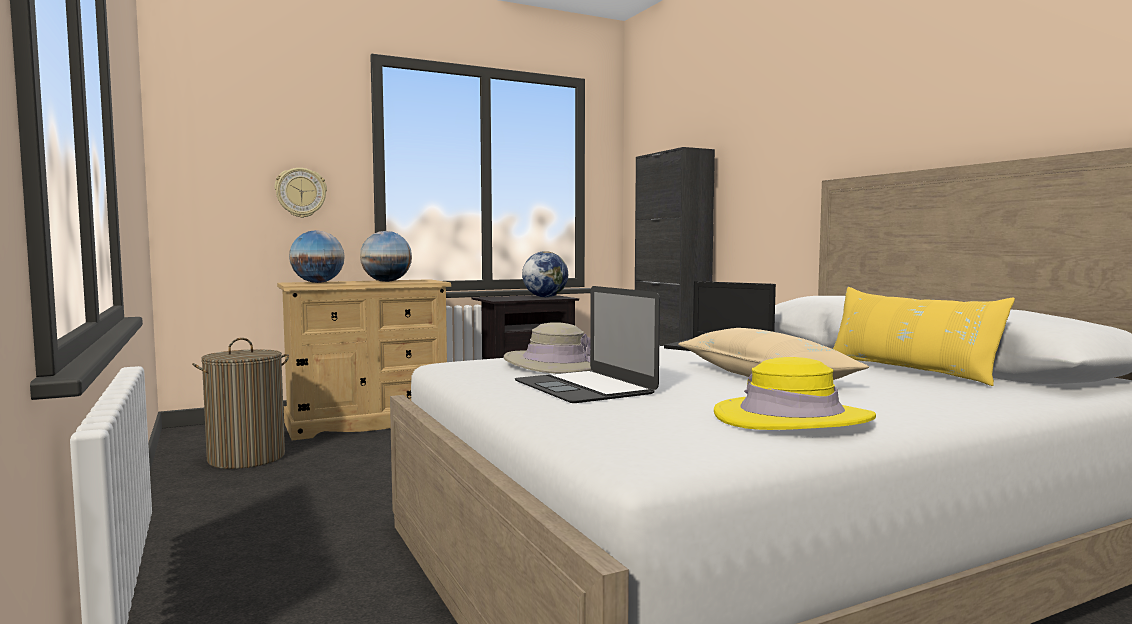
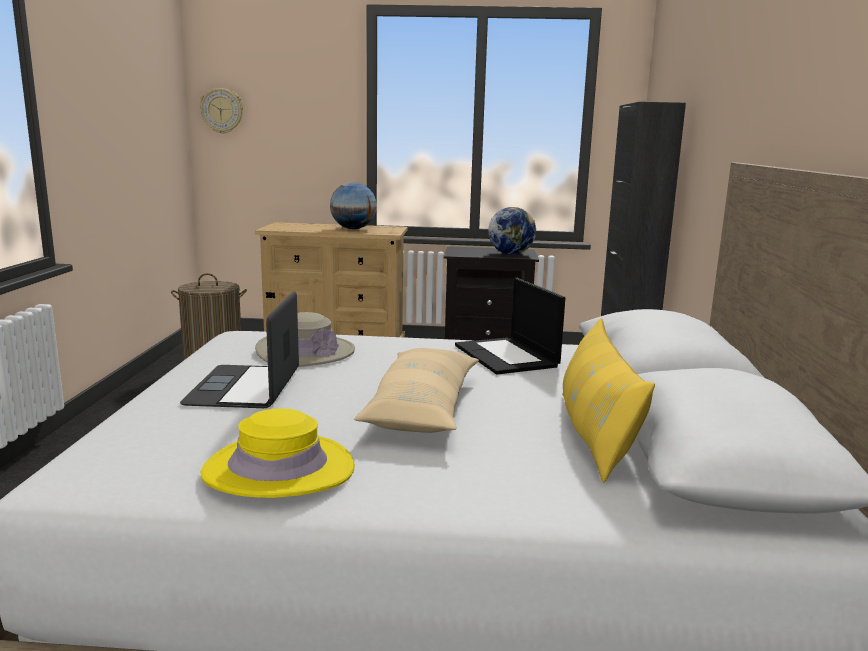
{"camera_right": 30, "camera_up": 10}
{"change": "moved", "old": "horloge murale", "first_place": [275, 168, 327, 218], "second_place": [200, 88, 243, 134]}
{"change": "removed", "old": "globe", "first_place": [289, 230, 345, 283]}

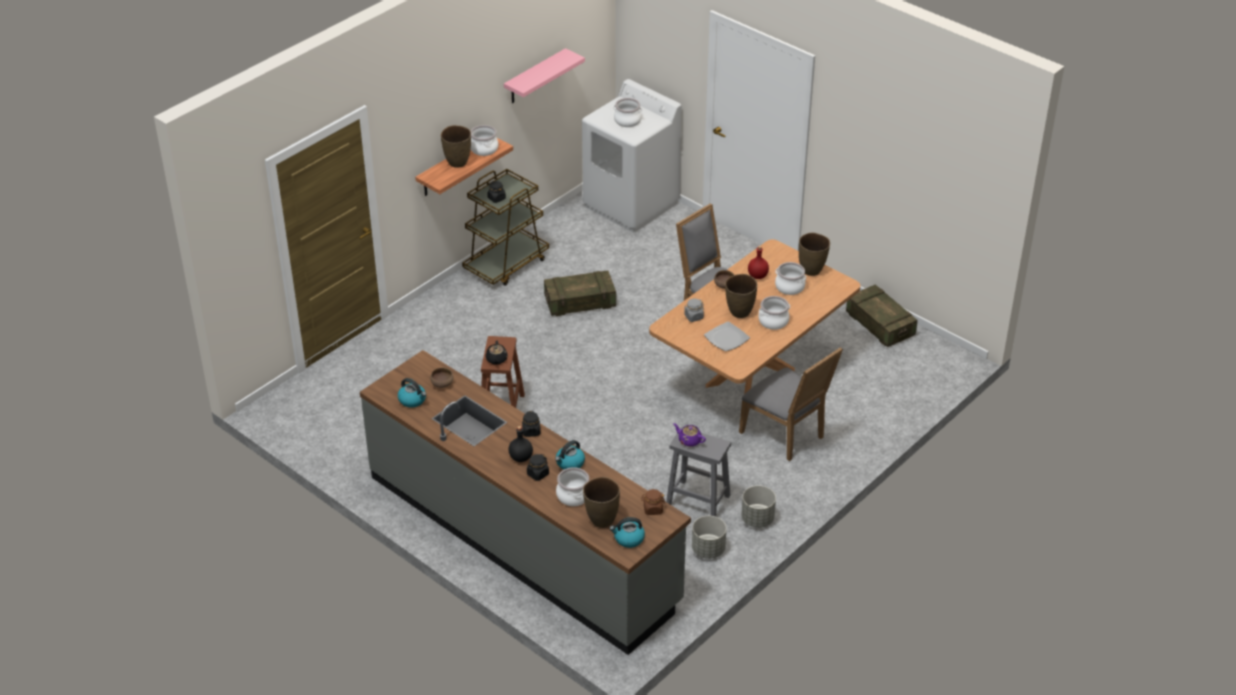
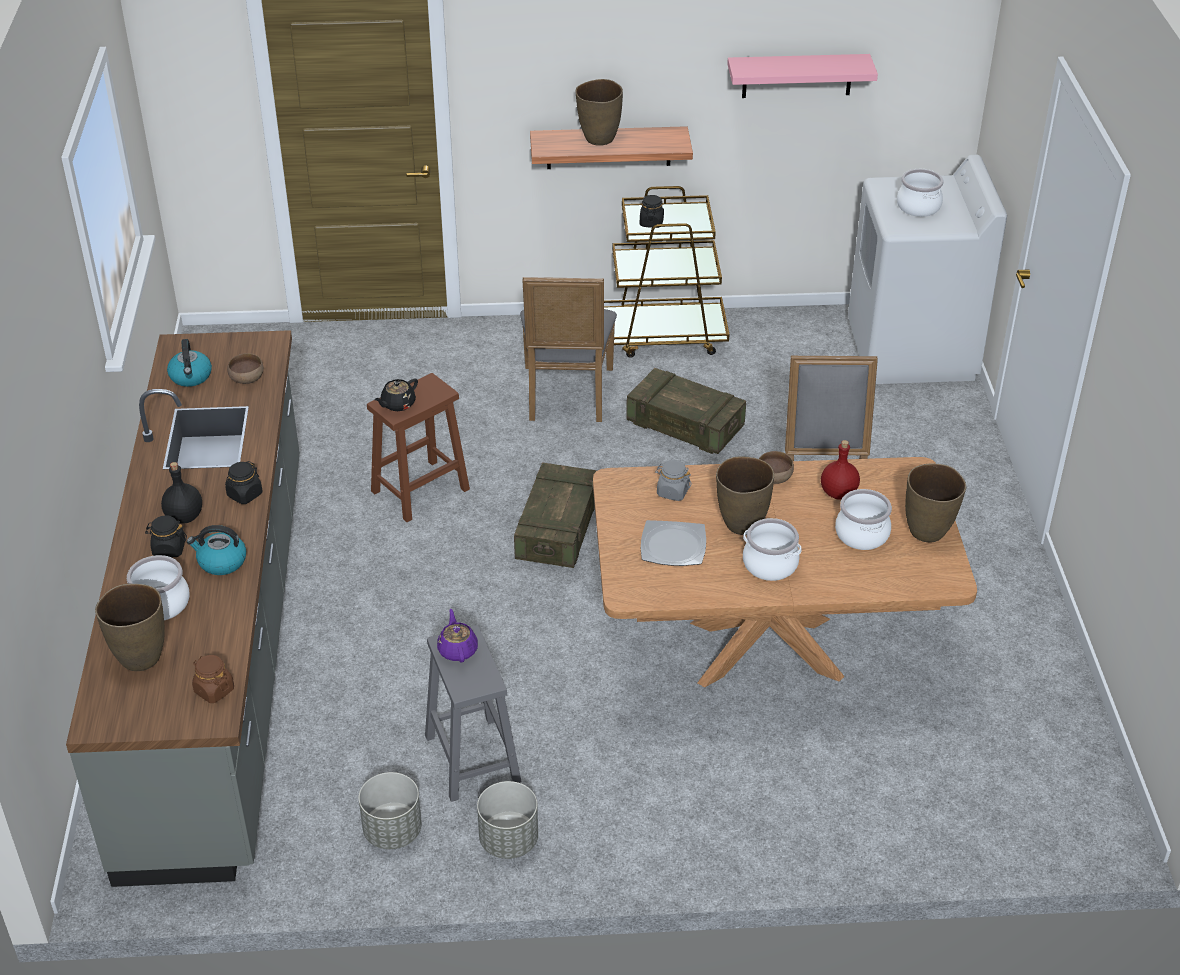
{"camera_right": 45, "camera_up": 0}
{"change": "removed", "old": "marmite", "first_place": [471, 125, 498, 156]}
{"change": "removed", "old": "bouilloire", "first_place": [610, 517, 645, 548]}
{"change": "moved", "old": "chaise [gris]", "first_place": [739, 347, 843, 461], "second_place": [520, 277, 617, 422]}
{"change": "moved", "old": "caisse", "first_place": [846, 285, 918, 347], "second_place": [514, 463, 598, 568]}

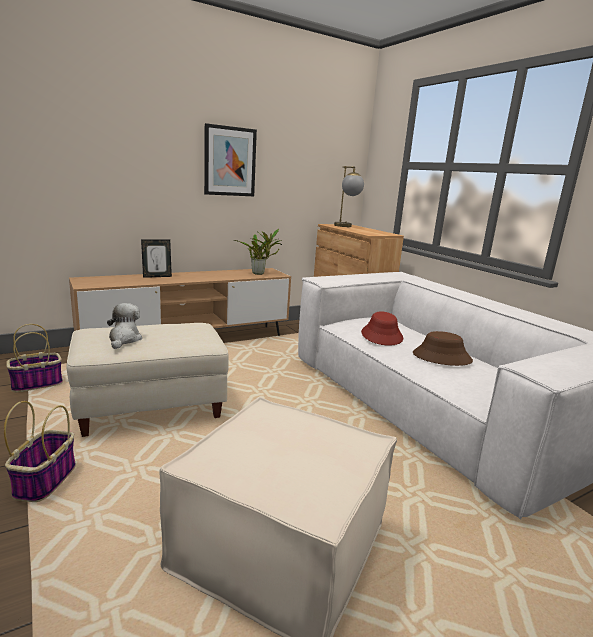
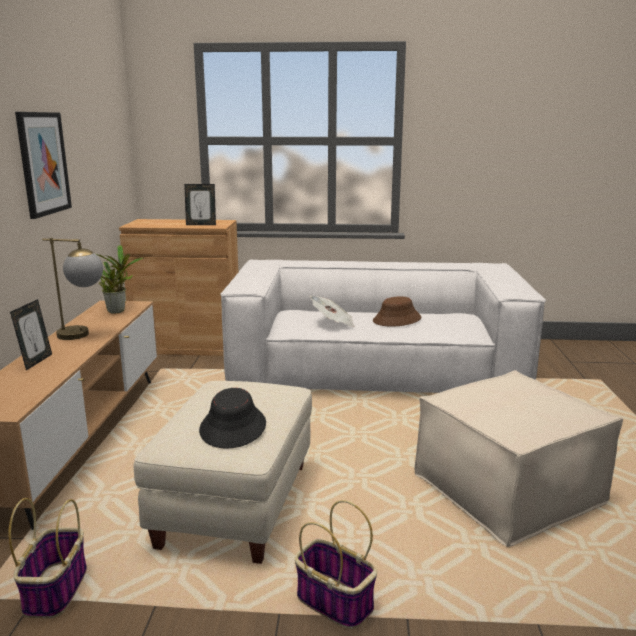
{"camera_right": -55, "camera_up": 0}
{"change": "replaced", "old": "peluche", "new": "chapeau [noir]", "first_place": [107, 303, 142, 349], "second_place": [199, 388, 266, 449]}
{"change": "moved", "old": "lampe de table", "first_place": [334, 166, 364, 227], "second_place": [42, 238, 103, 340]}
{"change": "replaced", "old": "chapeau [rouge]", "new": "journal", "first_place": [361, 312, 403, 346], "second_place": [310, 296, 355, 327]}
{"change": "added", "new": "cadre photo", "second_place": [184, 184, 216, 225]}

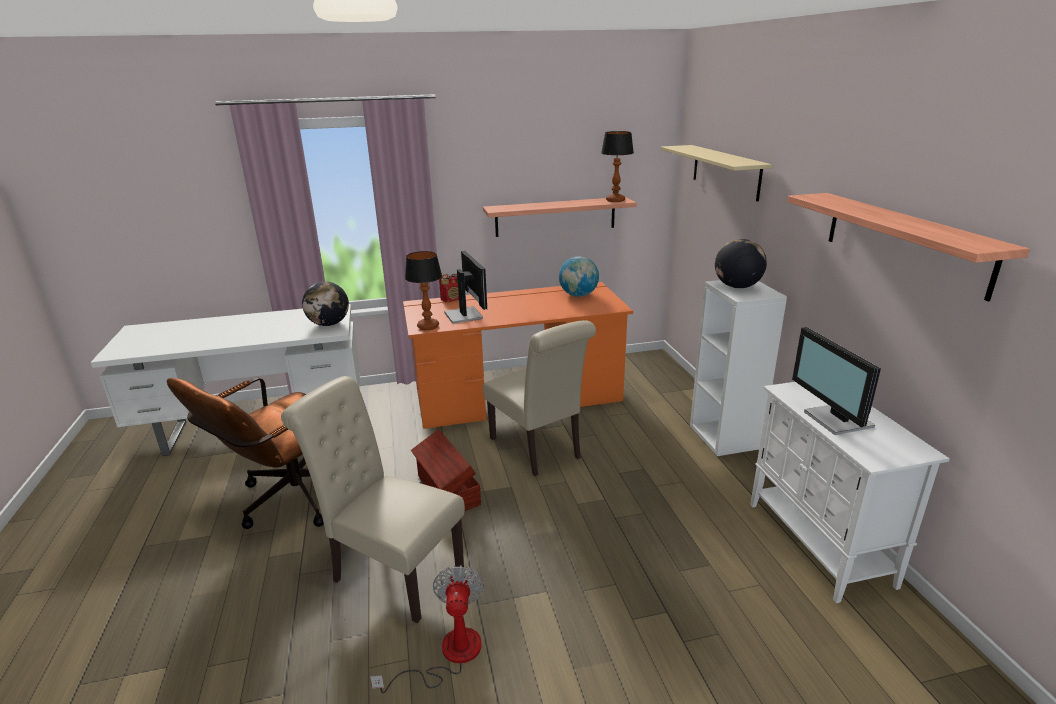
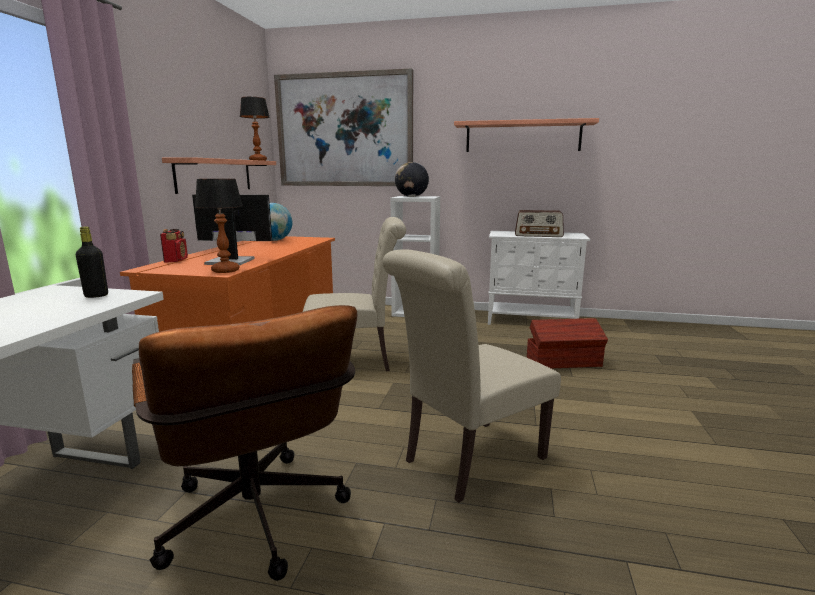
{"camera_right": -65, "camera_up": -10}
{"change": "replaced", "old": "globe", "new": "bouteille [noir]", "first_place": [302, 281, 349, 326], "second_place": [76, 227, 108, 298]}
{"change": "removed", "old": "ventilateur", "first_place": [370, 565, 484, 694]}
{"change": "moved", "old": "boîte de rangement [marron]", "first_place": [411, 429, 481, 511], "second_place": [527, 318, 608, 368]}
{"change": "replaced", "old": "étagère [beige]", "new": "tableau", "first_place": [661, 145, 772, 202], "second_place": [274, 68, 413, 186]}
{"change": "replaced", "old": "écran d'ordinateur", "new": "radio", "first_place": [792, 327, 881, 435], "second_place": [515, 210, 564, 237]}

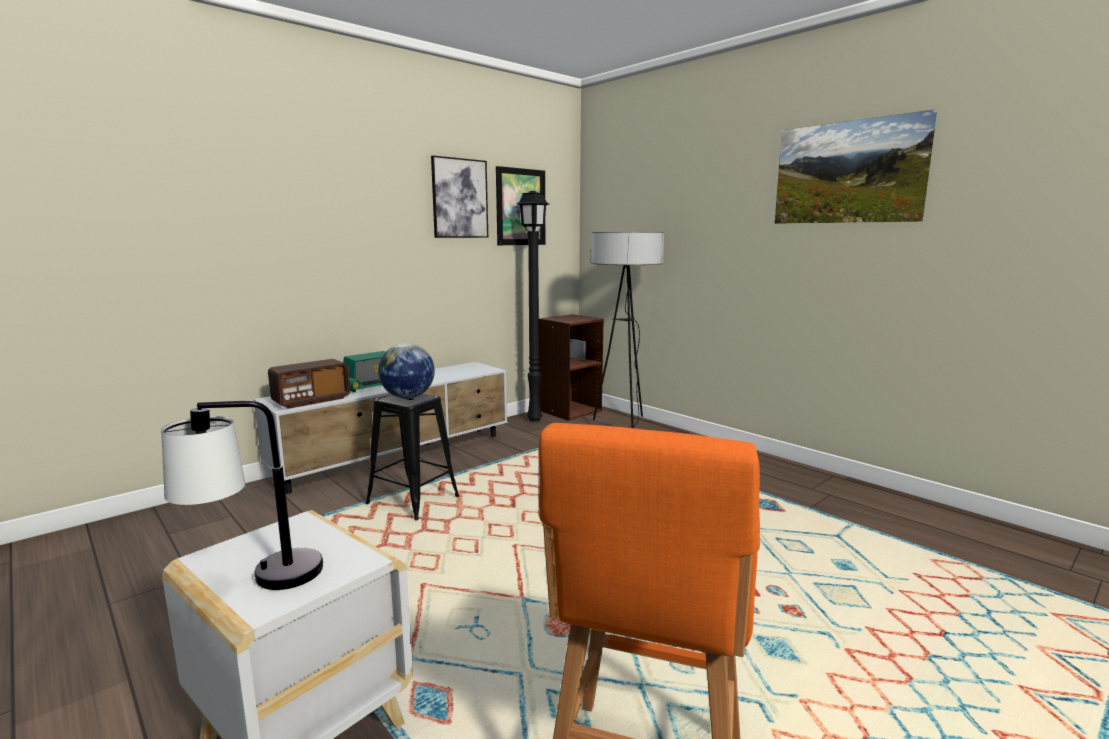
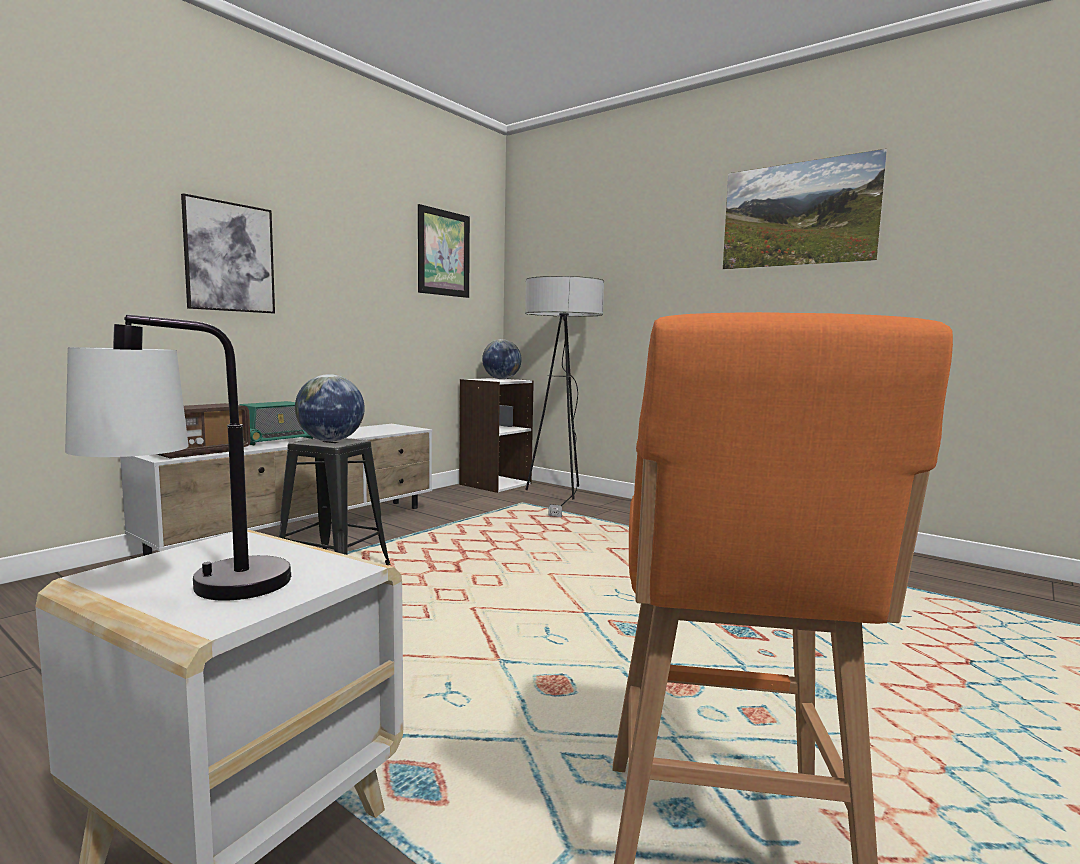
{"camera_right": -10, "camera_up": -5}
{"change": "moved", "old": "tableau", "first_place": [431, 156, 488, 238], "second_place": [181, 193, 275, 313]}
{"change": "removed", "old": "lampadaire [noir]", "first_place": [516, 191, 549, 422]}
{"change": "recoloured", "old": "bibliothèque [marron]", "new": "bibliothèque [blanc]", "first_place": [539, 314, 604, 421], "second_place": [459, 378, 534, 493]}
{"change": "added", "new": "globe", "second_place": [482, 339, 522, 379]}

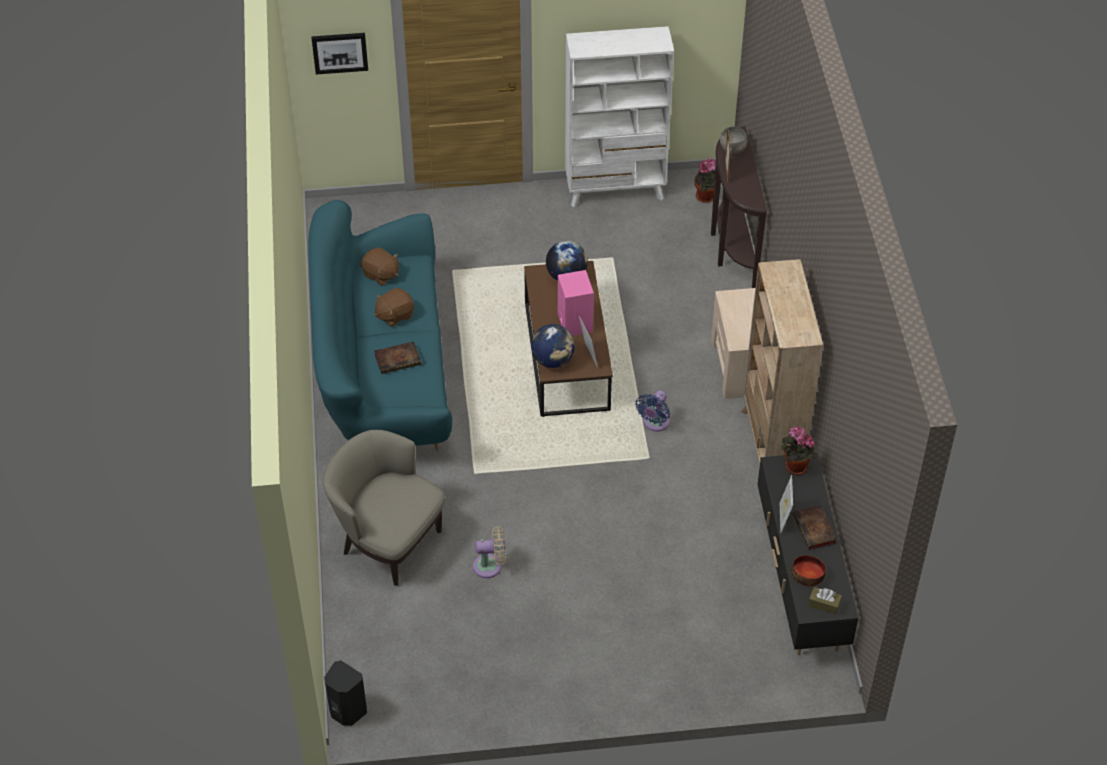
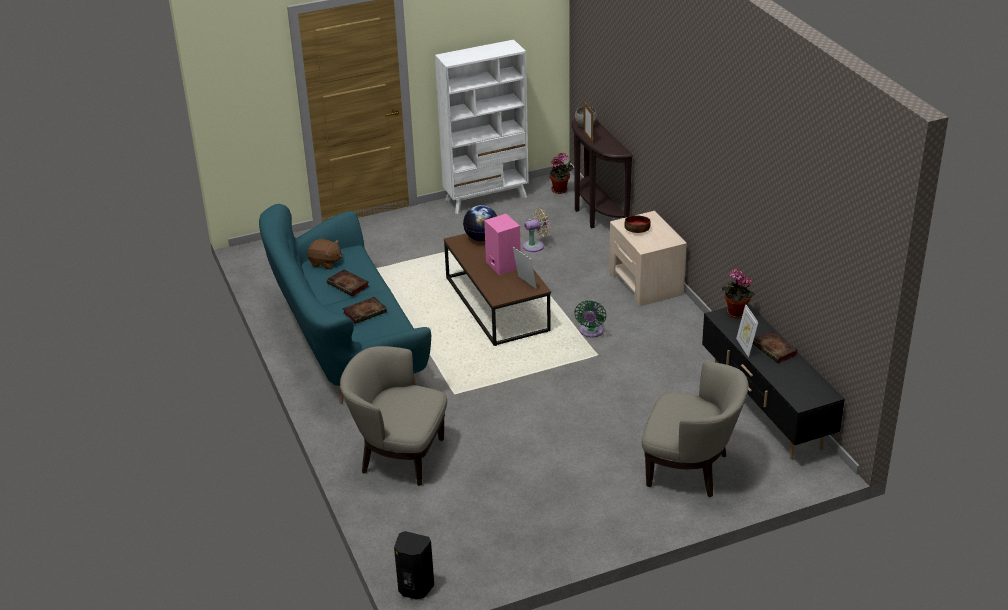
{"camera_right": -15, "camera_up": -15}
{"change": "removed", "old": "tableau", "first_place": [312, 33, 368, 75]}
{"change": "replaced", "old": "peluche [marron]", "new": "livre", "first_place": [375, 288, 414, 327], "second_place": [327, 269, 369, 296]}
{"change": "moved", "old": "ventilateur [beige]", "first_place": [473, 526, 506, 578], "second_place": [523, 209, 550, 252]}
{"change": "removed", "old": "globe", "first_place": [531, 324, 575, 368]}
{"change": "recoloured", "old": "ventilateur [bleu]", "new": "ventilateur [vert]", "first_place": [635, 390, 670, 431], "second_place": [574, 300, 606, 338]}
{"change": "removed", "old": "bibliothèque [beige]", "first_place": [741, 259, 823, 465]}
{"change": "moved", "old": "bol", "first_place": [791, 555, 826, 586], "second_place": [624, 215, 650, 233]}
{"change": "removed", "old": "boîte à mouchoirs [marron]", "first_place": [808, 587, 842, 615]}
{"change": "added", "new": "fauteuil [beige]", "second_place": [642, 361, 749, 497]}

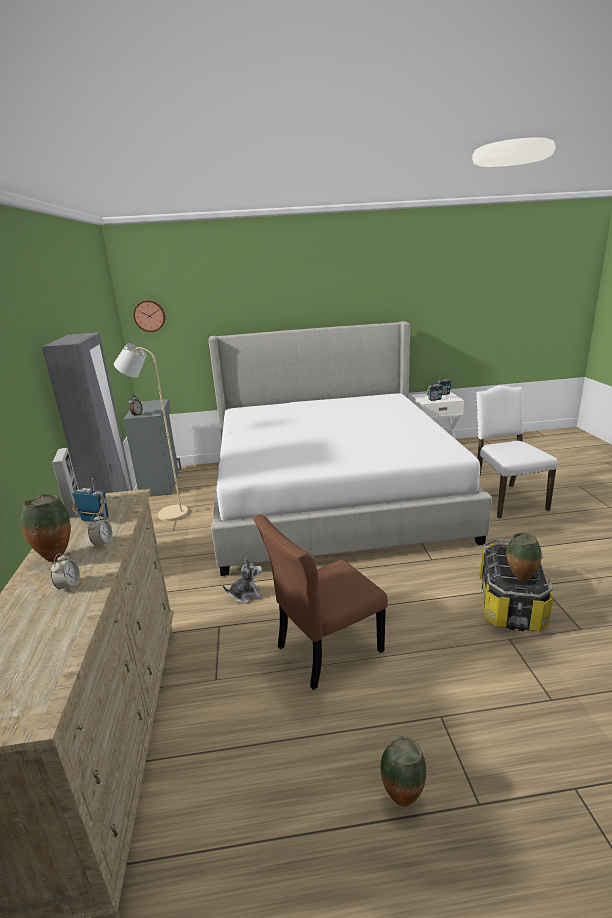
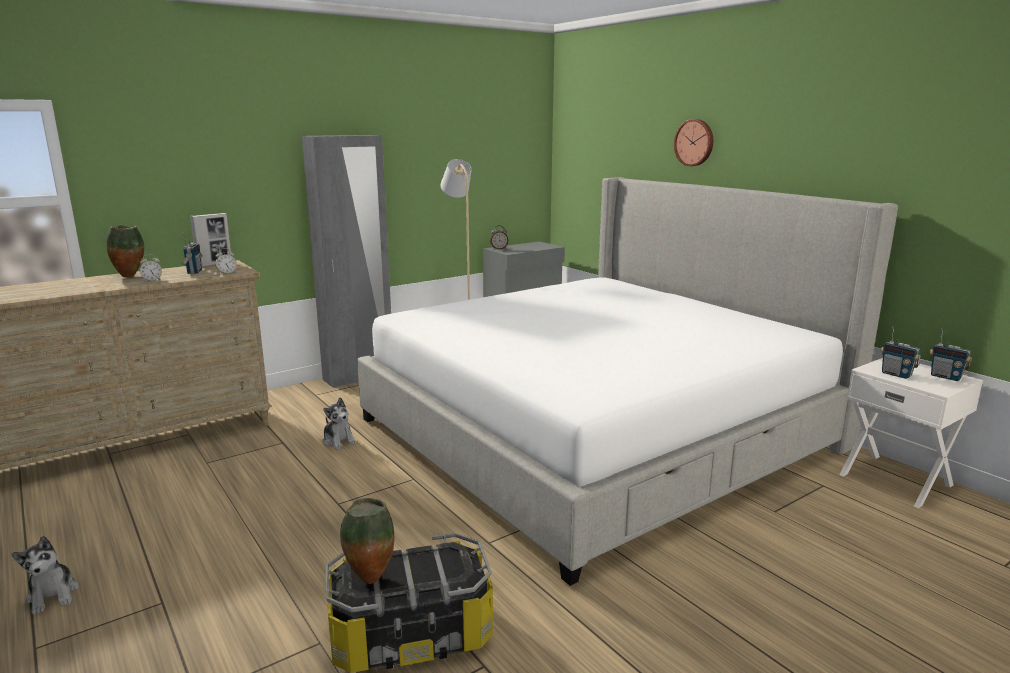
{"camera_right": 60, "camera_up": -5}
{"change": "moved", "old": "réveil", "first_place": [51, 553, 80, 592], "second_place": [215, 248, 237, 274]}
{"change": "moved", "old": "horloge murale", "first_place": [133, 300, 165, 332], "second_place": [674, 119, 713, 166]}
{"change": "removed", "old": "chaise [marron]", "first_place": [253, 514, 388, 690]}
{"change": "replaced", "old": "vase", "new": "peluche", "first_place": [380, 736, 426, 806], "second_place": [12, 536, 79, 615]}
{"change": "removed", "old": "chaise [blanc]", "first_place": [476, 385, 558, 518]}

